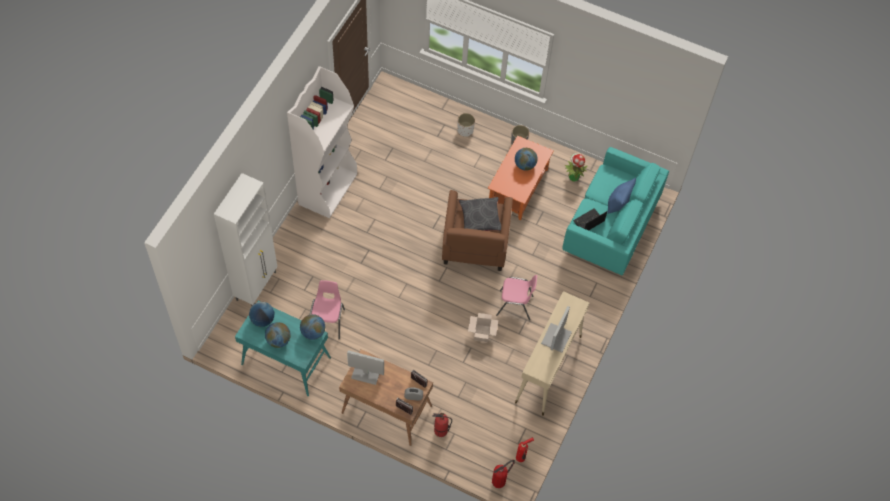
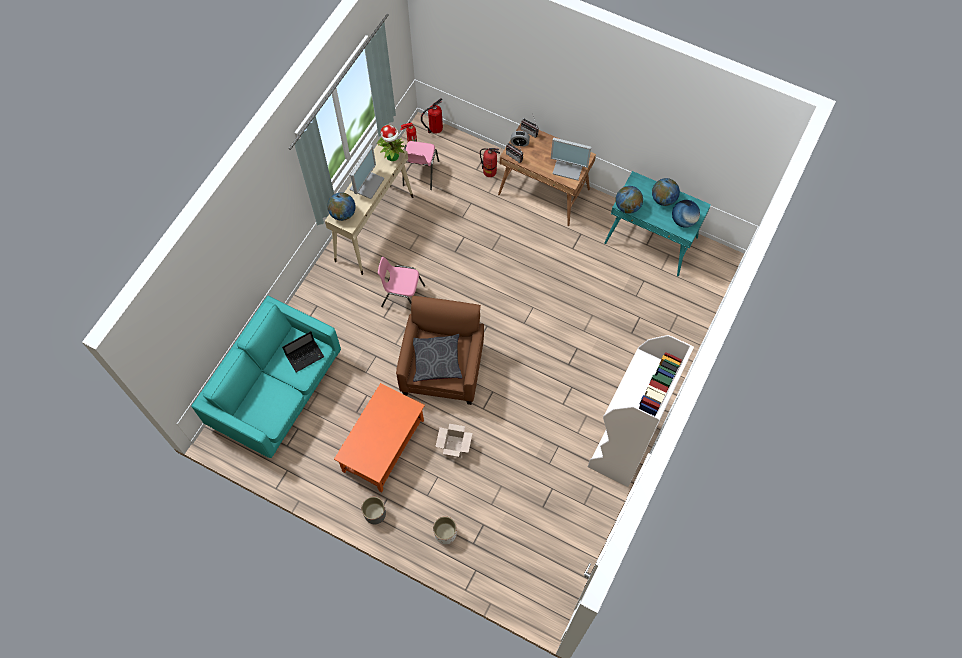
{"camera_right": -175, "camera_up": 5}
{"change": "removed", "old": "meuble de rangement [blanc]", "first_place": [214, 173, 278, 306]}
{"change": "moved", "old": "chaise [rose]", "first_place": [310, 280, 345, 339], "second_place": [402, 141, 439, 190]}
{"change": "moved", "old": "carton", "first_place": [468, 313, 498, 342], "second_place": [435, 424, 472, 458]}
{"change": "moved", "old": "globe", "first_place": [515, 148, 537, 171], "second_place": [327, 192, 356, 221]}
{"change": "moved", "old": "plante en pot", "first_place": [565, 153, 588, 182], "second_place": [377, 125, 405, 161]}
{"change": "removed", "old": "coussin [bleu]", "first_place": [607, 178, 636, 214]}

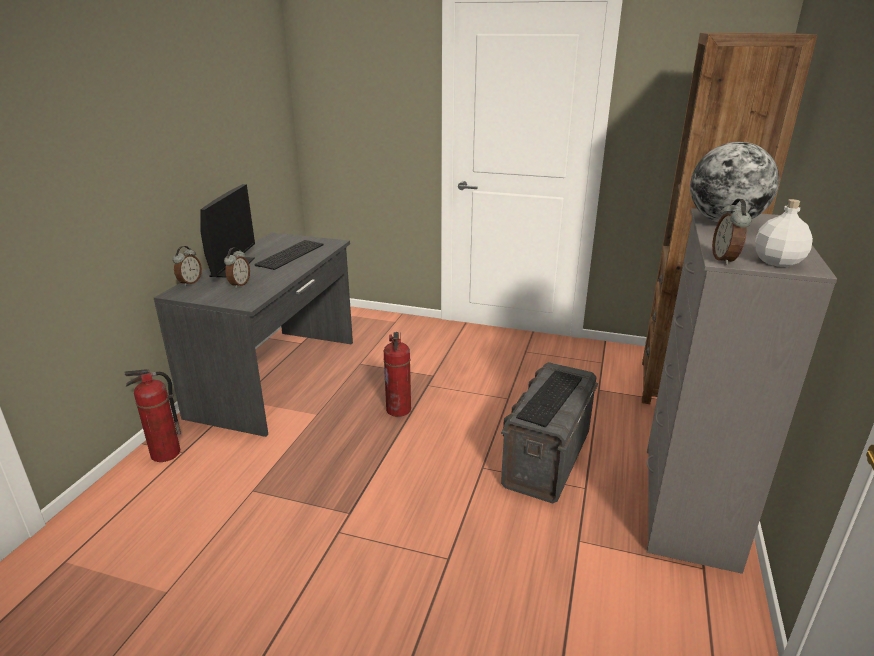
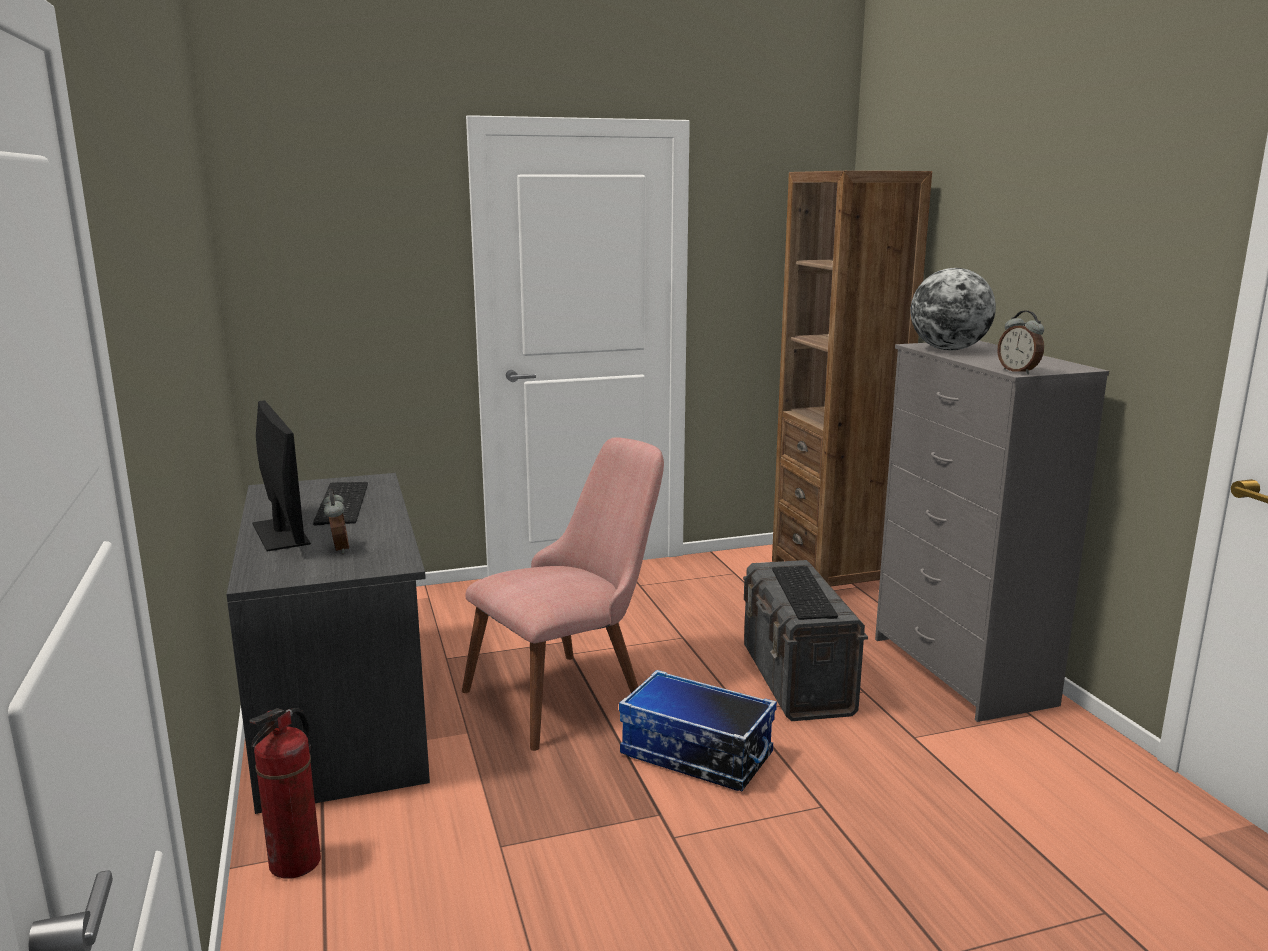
{"camera_right": -35, "camera_up": -10}
{"change": "removed", "old": "réveil", "first_place": [173, 246, 202, 286]}
{"change": "replaced", "old": "extincteur", "new": "chaise [rose]", "first_place": [384, 332, 411, 417], "second_place": [462, 437, 664, 751]}
{"change": "removed", "old": "bouteille [blanc]", "first_place": [755, 199, 813, 267]}
{"change": "added", "new": "boîte de rangement", "second_place": [619, 670, 777, 791]}

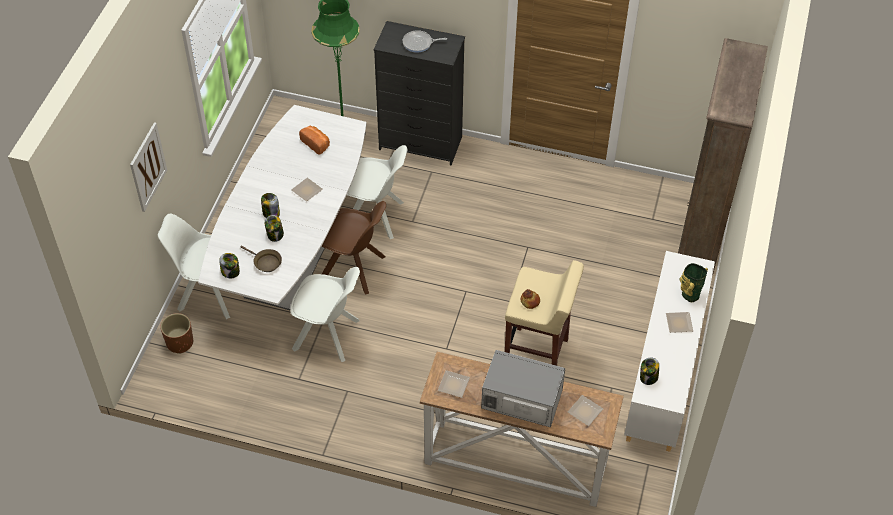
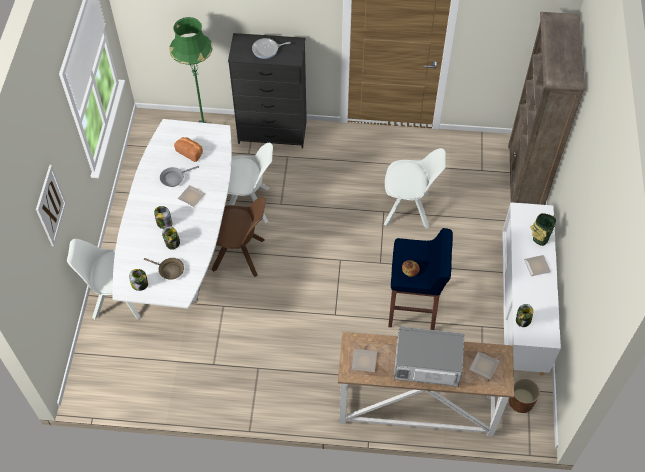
{"camera_right": -10, "camera_up": 5}
{"change": "moved", "old": "cache-pot [marron]", "first_place": [160, 313, 193, 354], "second_place": [509, 378, 540, 413]}
{"change": "moved", "old": "chaise [blanc]", "first_place": [290, 267, 360, 362], "second_place": [384, 148, 446, 228]}
{"change": "recoloured", "old": "tabouret [beige]", "new": "tabouret [bleu]", "first_place": [505, 260, 584, 366], "second_place": [388, 228, 453, 330]}
{"change": "added", "new": "poêle [gris]", "second_place": [160, 166, 199, 187]}

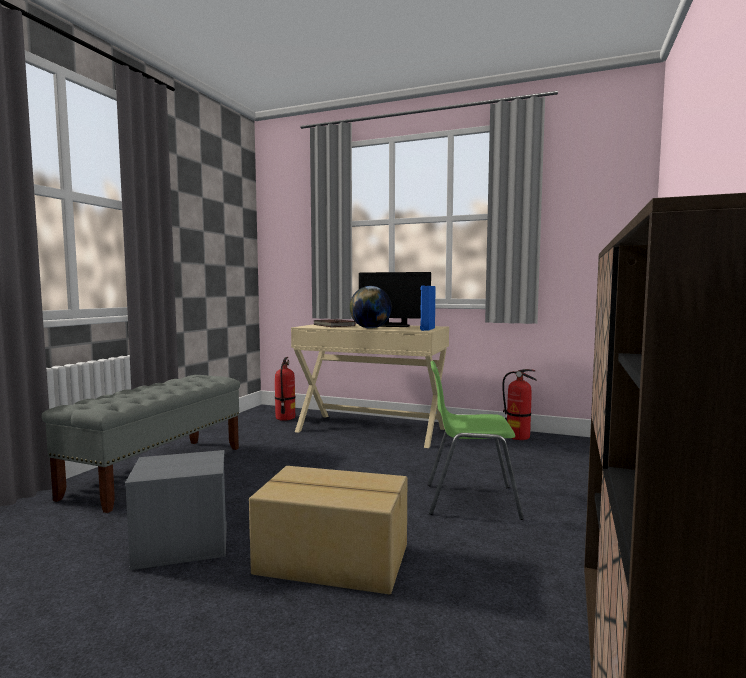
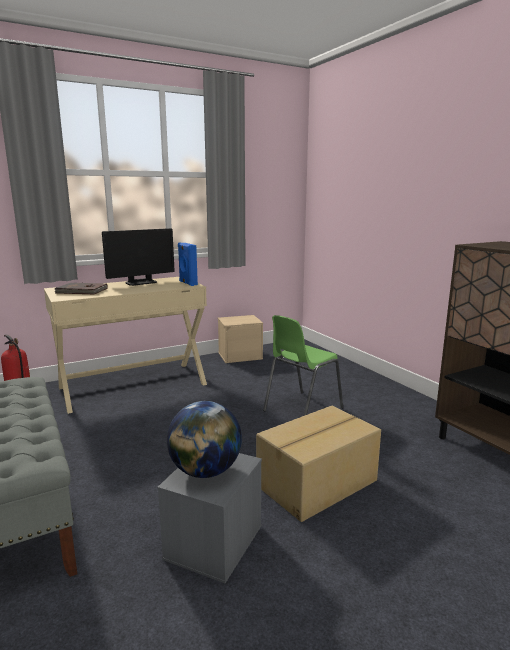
{"camera_right": -50, "camera_up": 10}
{"change": "moved", "old": "globe", "first_place": [349, 286, 392, 329], "second_place": [167, 401, 242, 478]}
{"change": "replaced", "old": "extincteur", "new": "boîte de rangement [beige]", "first_place": [502, 369, 537, 440], "second_place": [218, 315, 263, 363]}

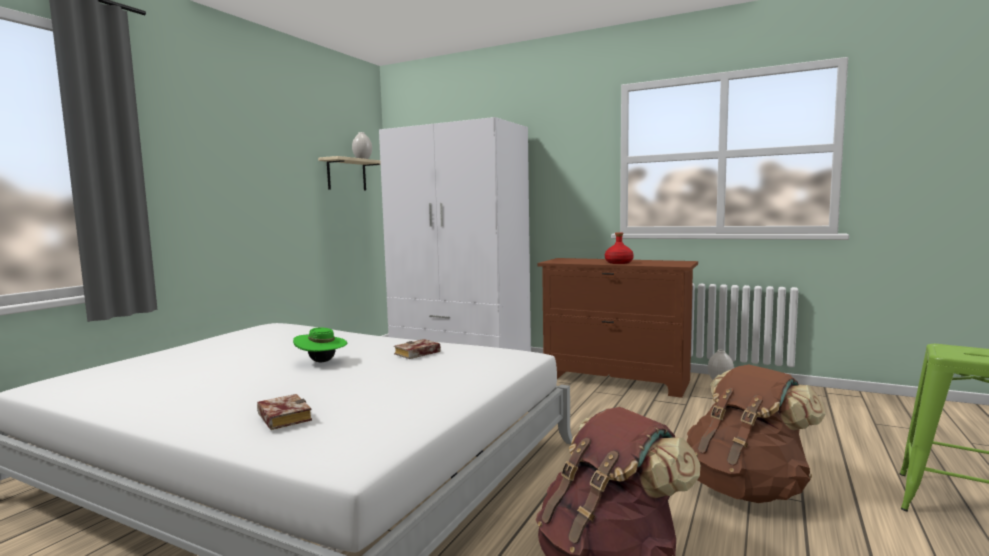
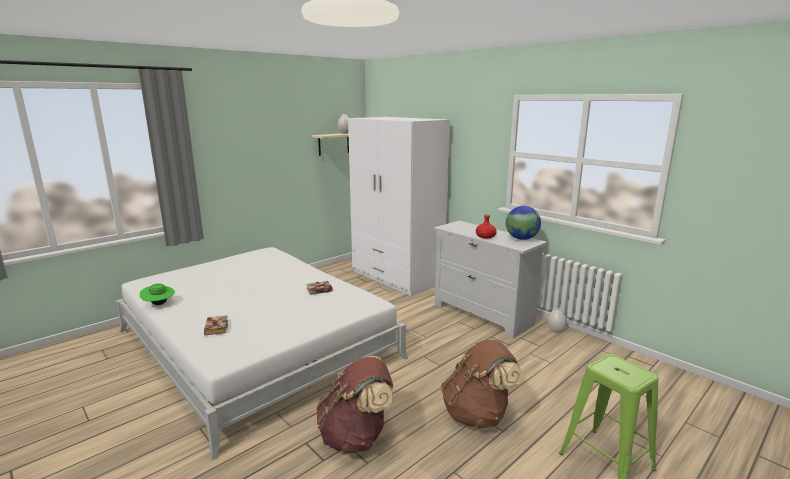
{"camera_right": 20, "camera_up": 10}
{"change": "moved", "old": "chapeau [vert]", "first_place": [293, 327, 347, 362], "second_place": [140, 284, 175, 305]}
{"change": "recoloured", "old": "commode [marron]", "new": "commode [blanc]", "first_place": [537, 258, 698, 398], "second_place": [434, 221, 547, 338]}
{"change": "added", "new": "globe", "second_place": [506, 206, 541, 240]}

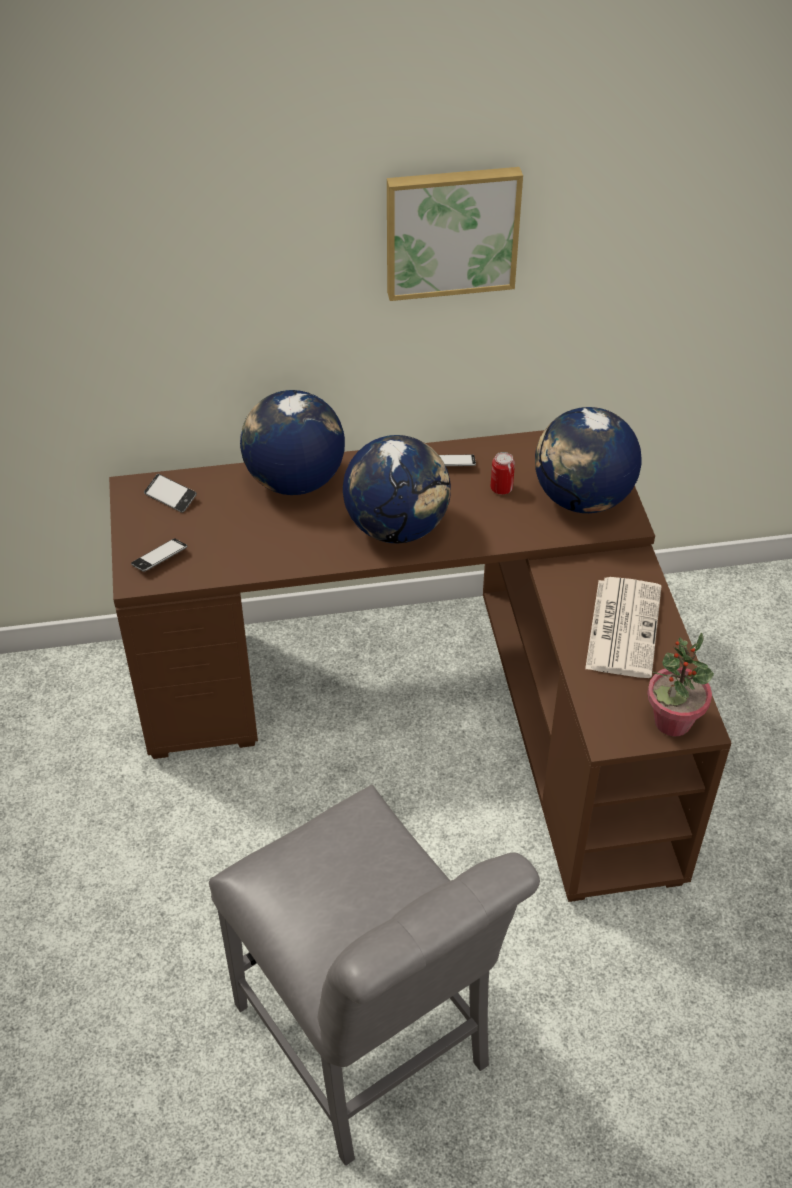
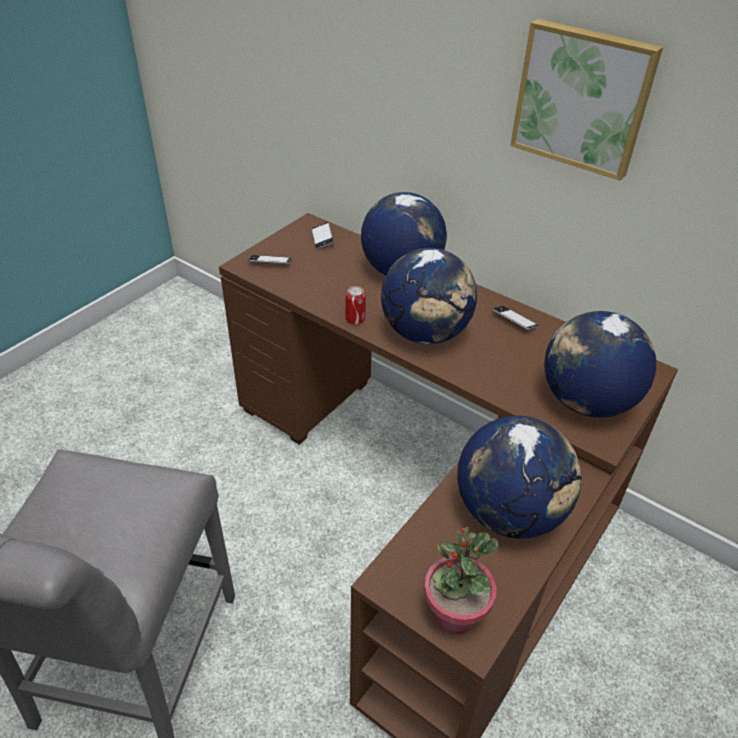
{"camera_right": 45, "camera_up": -5}
{"change": "moved", "old": "boîte métallique", "first_place": [491, 452, 515, 494], "second_place": [346, 286, 366, 324]}
{"change": "replaced", "old": "journal", "new": "globe", "first_place": [585, 577, 661, 678], "second_place": [457, 416, 582, 539]}

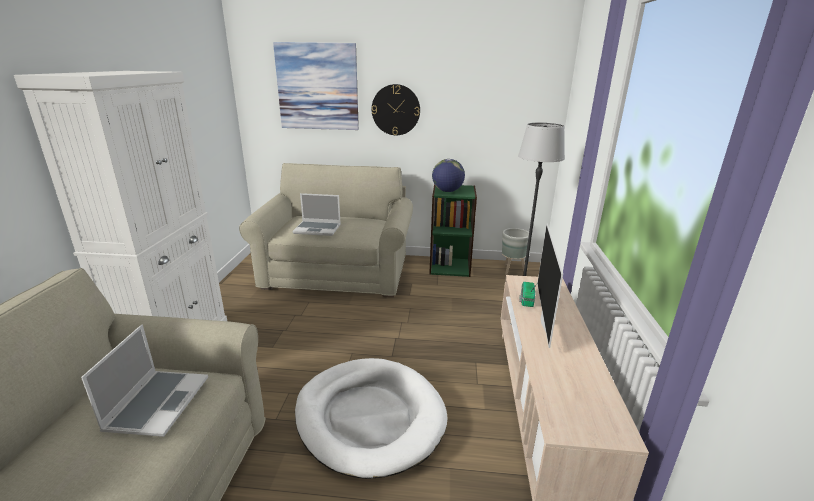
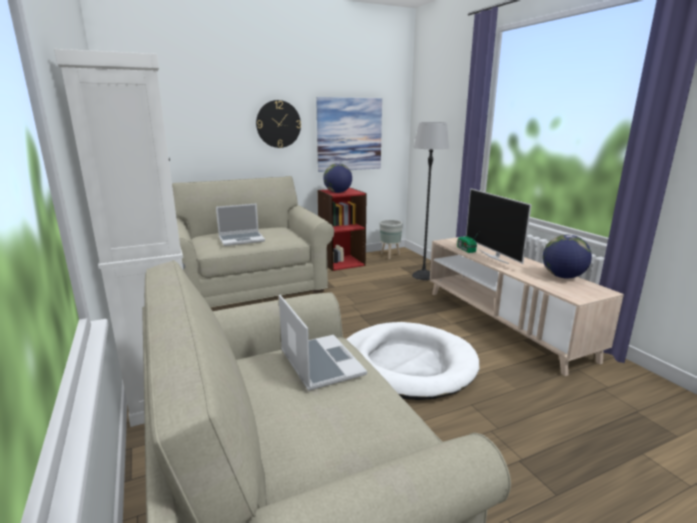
{"camera_right": -30, "camera_up": -5}
{"change": "moved", "old": "tableau", "first_place": [273, 42, 359, 130], "second_place": [316, 97, 382, 172]}
{"change": "recoloured", "old": "bibliothèque [vert]", "new": "bibliothèque [rouge]", "first_place": [429, 184, 477, 277], "second_place": [318, 188, 367, 271]}
{"change": "added", "new": "globe", "second_place": [543, 235, 592, 279]}

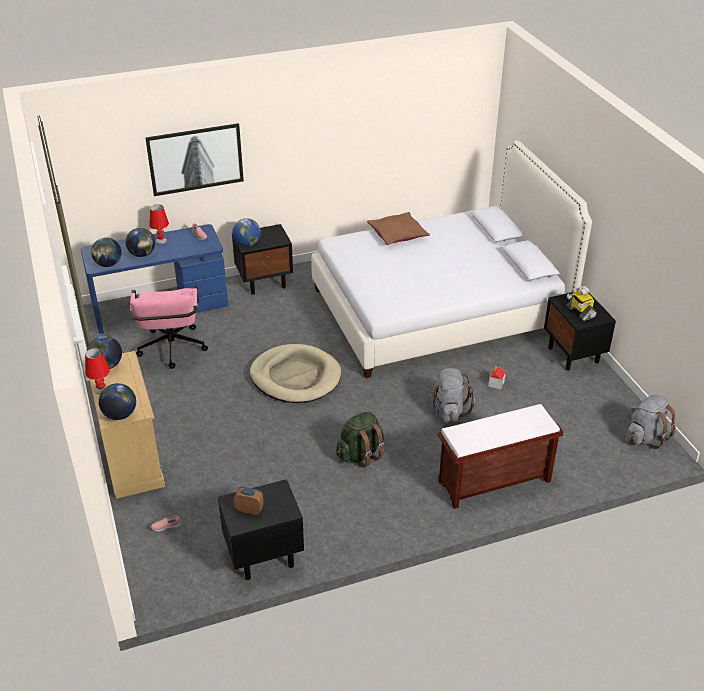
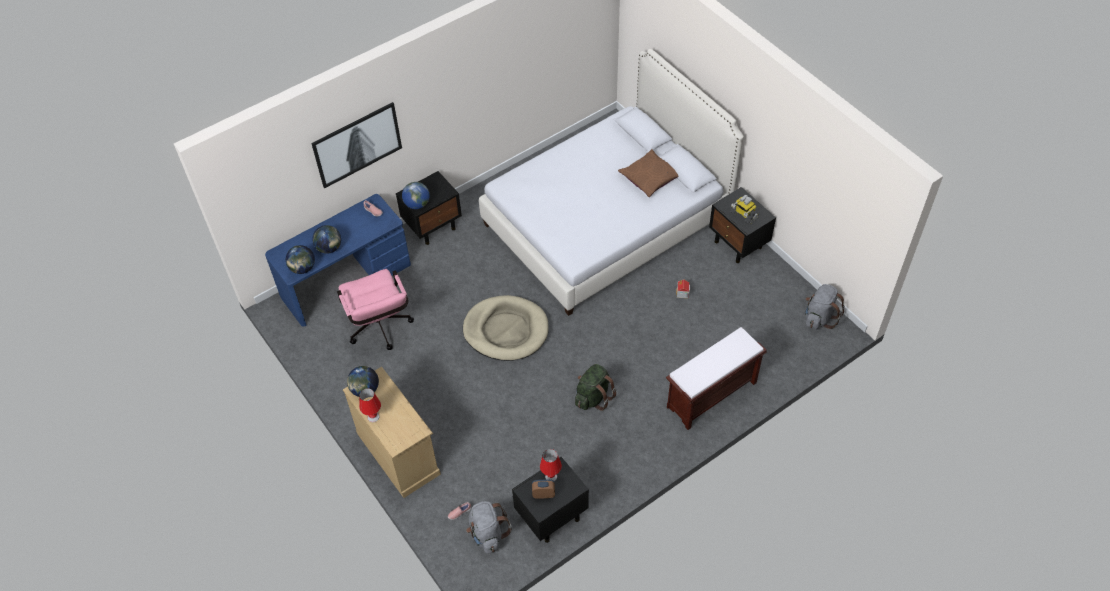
{"camera_right": -15, "camera_up": 15}
{"change": "removed", "old": "globe", "first_place": [99, 383, 136, 420]}
{"change": "moved", "old": "lampe de table [rouge]", "first_place": [149, 204, 169, 244], "second_place": [540, 449, 562, 481]}
{"change": "moved", "old": "coussin [marron]", "first_place": [367, 212, 430, 245], "second_place": [618, 149, 678, 197]}
{"change": "moved", "old": "sac à dos [gris]", "first_place": [430, 368, 475, 422], "second_place": [466, 501, 512, 554]}

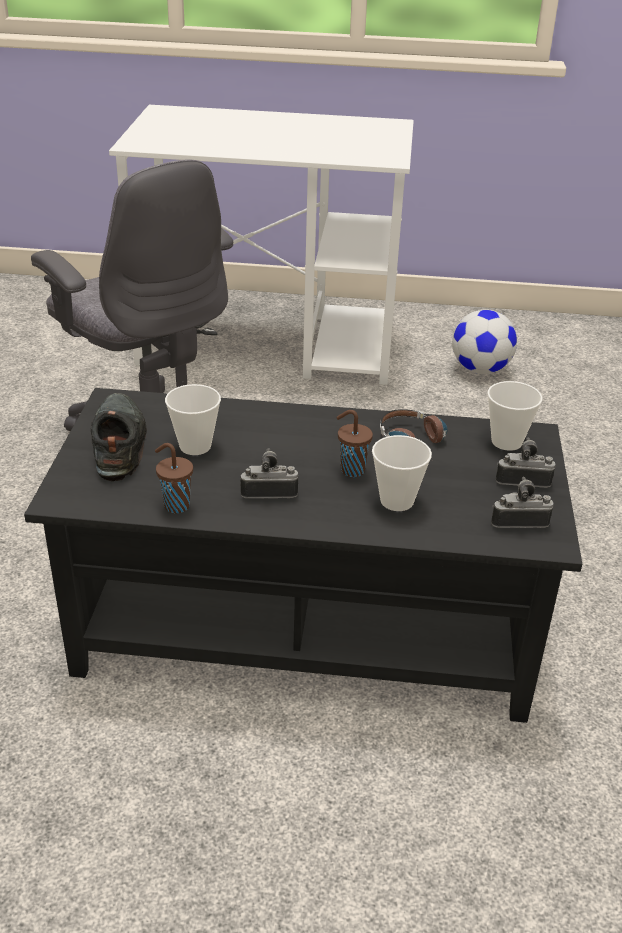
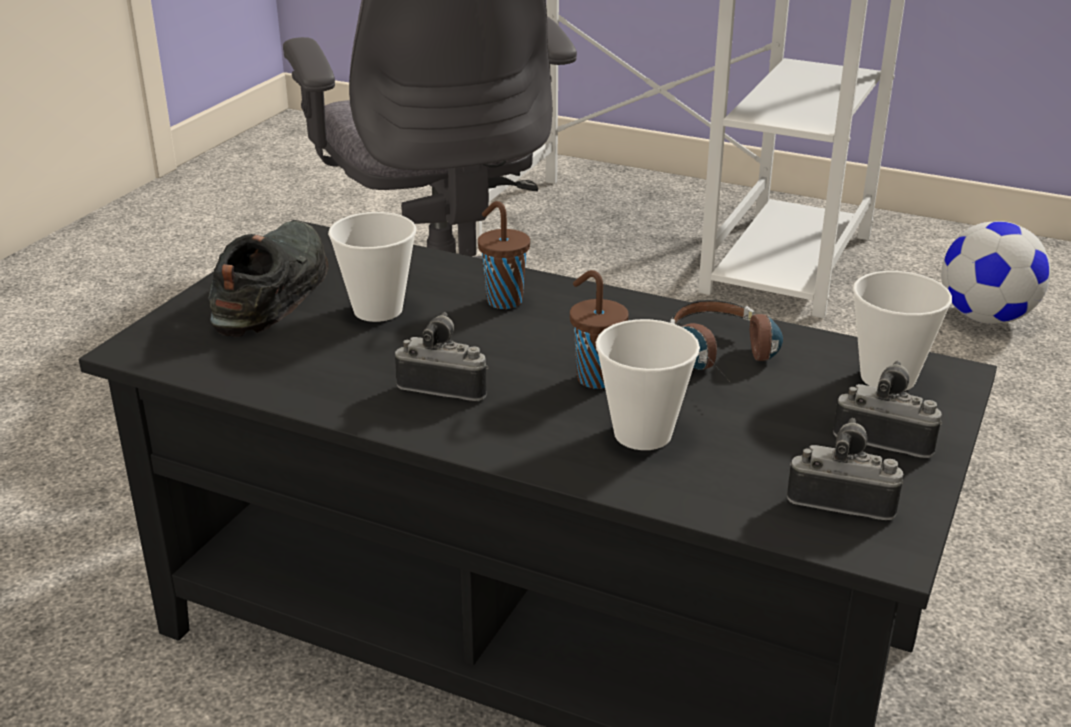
{"camera_right": 20, "camera_up": -5}
{"change": "moved", "old": "tasse [marron]", "first_place": [155, 443, 193, 513], "second_place": [478, 201, 530, 309]}

